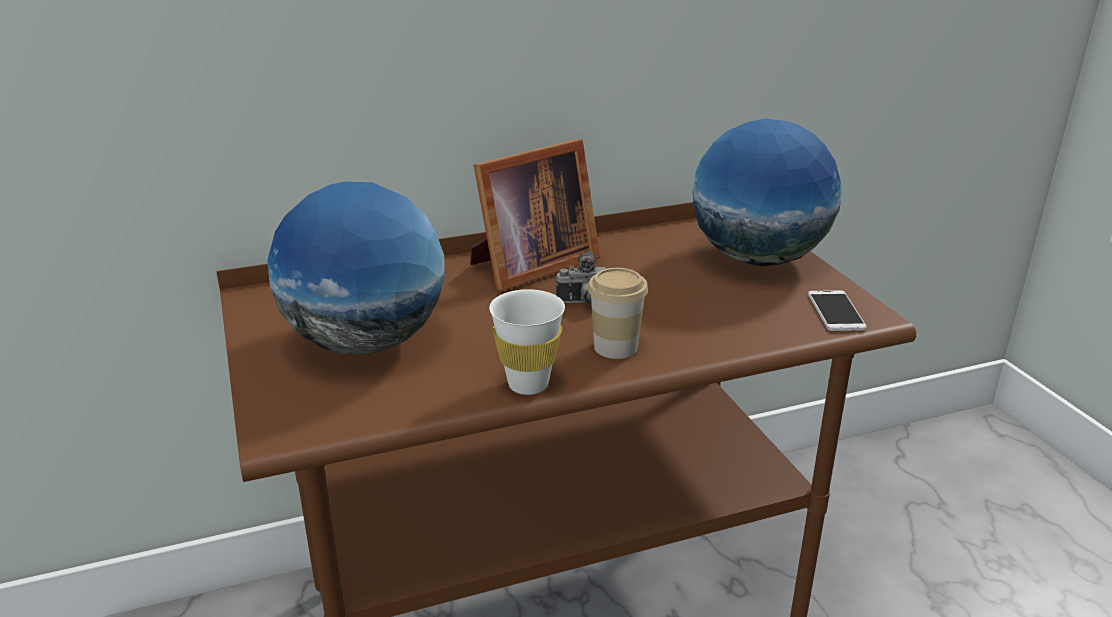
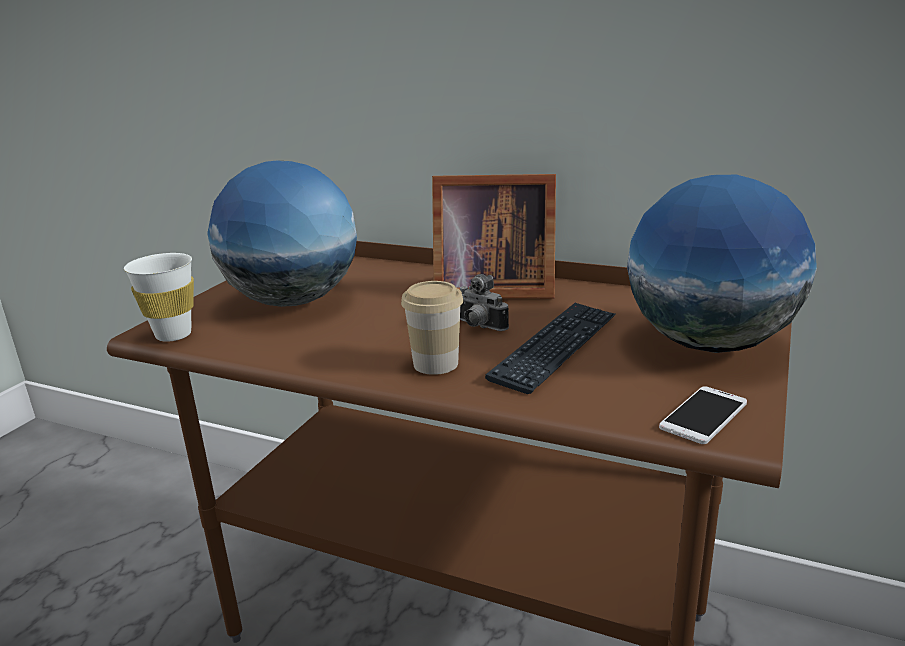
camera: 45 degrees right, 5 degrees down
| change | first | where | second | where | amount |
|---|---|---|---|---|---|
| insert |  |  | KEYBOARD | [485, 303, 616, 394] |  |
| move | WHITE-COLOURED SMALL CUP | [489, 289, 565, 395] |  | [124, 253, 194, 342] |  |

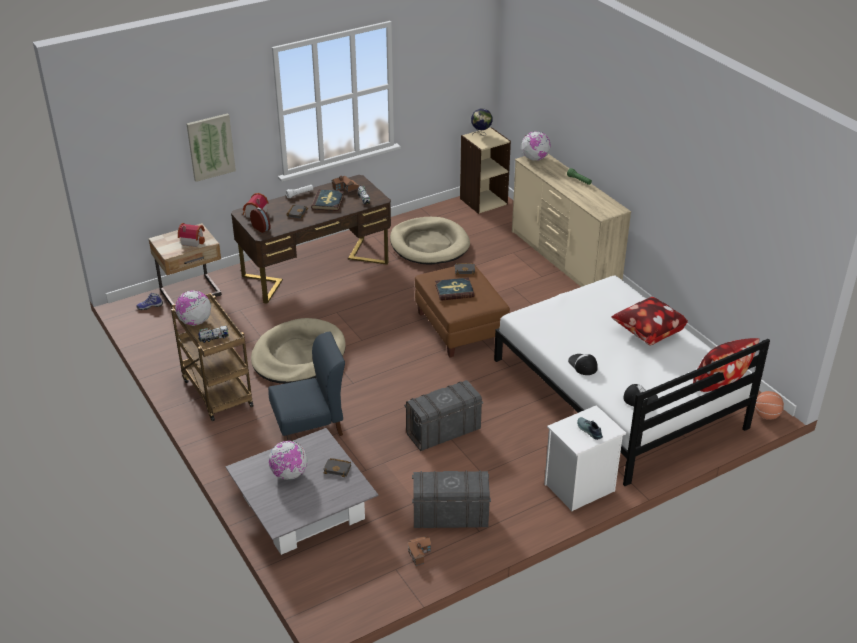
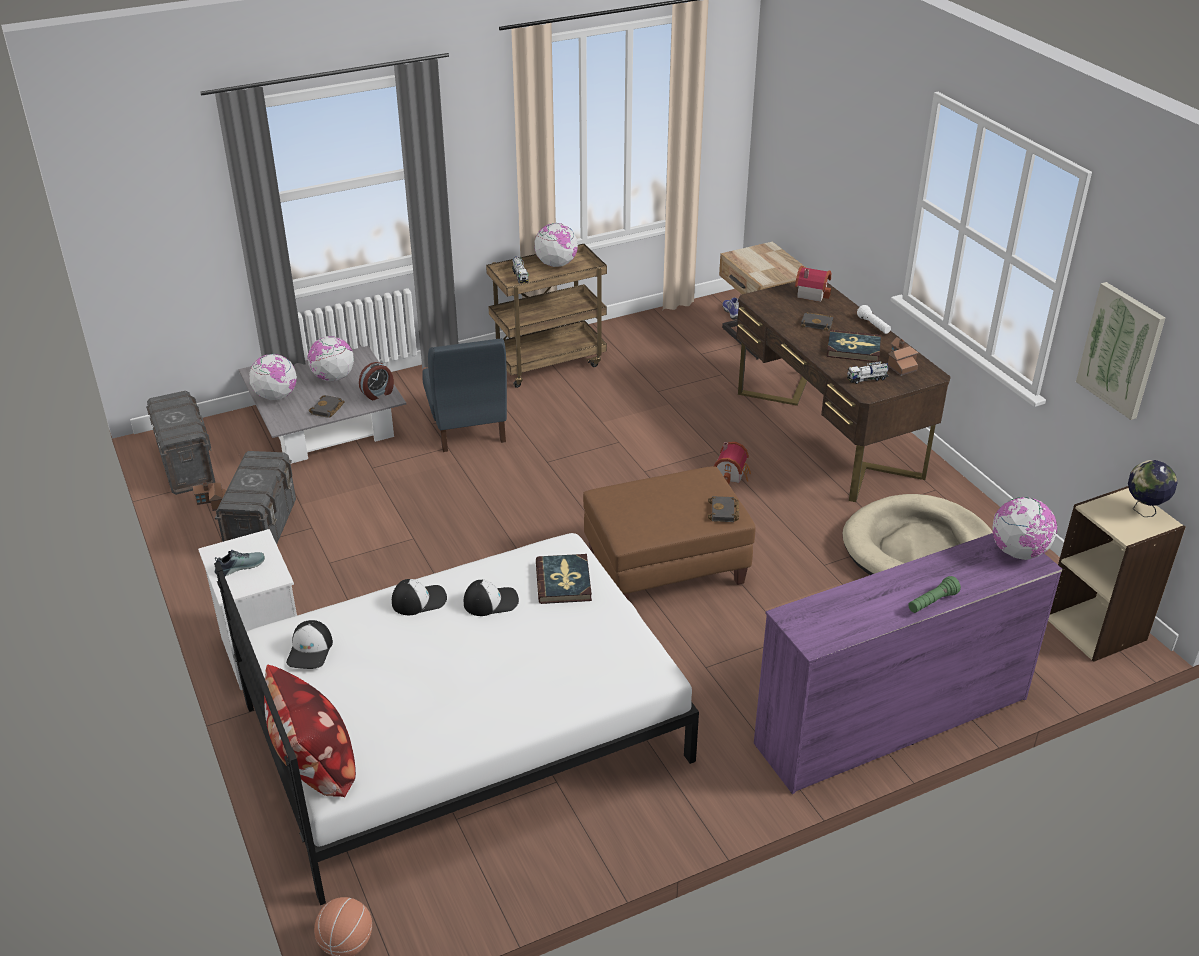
camera: 95 degrees right, 0 degrees up
| change | first | where | second | where | amount |
|---|---|---|---|---|---|
| delete | BEIGE-COLOURED DOG CUSHION | [251, 318, 346, 384] |  |  |  |
| delete | THROW PILLOW | [611, 297, 688, 346] |  |  |  |
| insert |  |  | WORLD GLOBE | [249, 354, 297, 400] |  |
| insert |  |  | BASEBALL CAP | [464, 580, 519, 616] |  |
| move | TOY HOUSE | [178, 223, 205, 247] |  | [714, 442, 751, 484] |  |
| move | WALL ART | [187, 113, 236, 182] |  | [1076, 282, 1165, 420] |  |
| move | ALARM CLOCK | [250, 207, 271, 233] |  | [359, 362, 394, 400] |  |
| move | GREY STORAGE BIN | [404, 380, 484, 451] |  | [146, 391, 215, 495] |  |
| move | BOUND BOOK | [435, 277, 474, 301] |  | [536, 554, 592, 604] |  |
| recolor | BEIGE-COLOURED DRESSER | [512, 154, 631, 287] | PURPLE-COLOURED DRESSER | [754, 533, 1062, 794] |  |

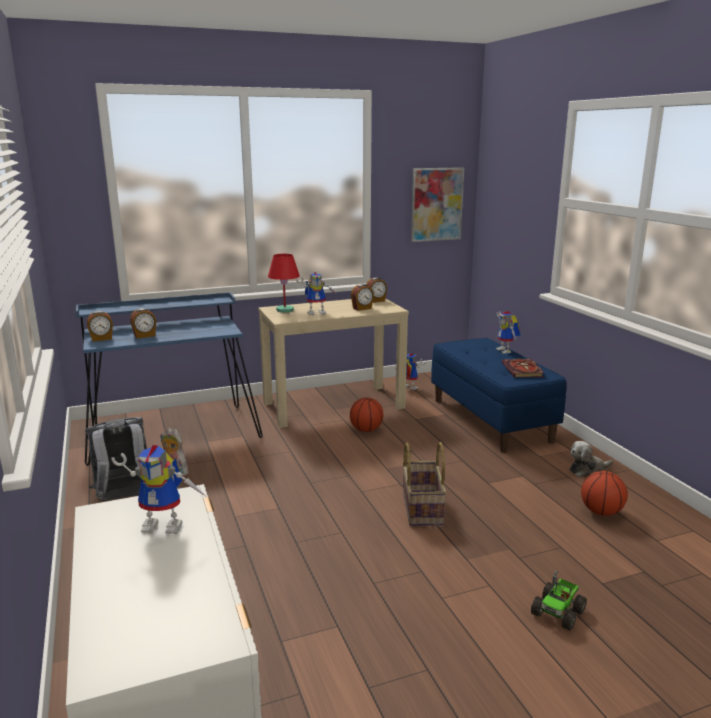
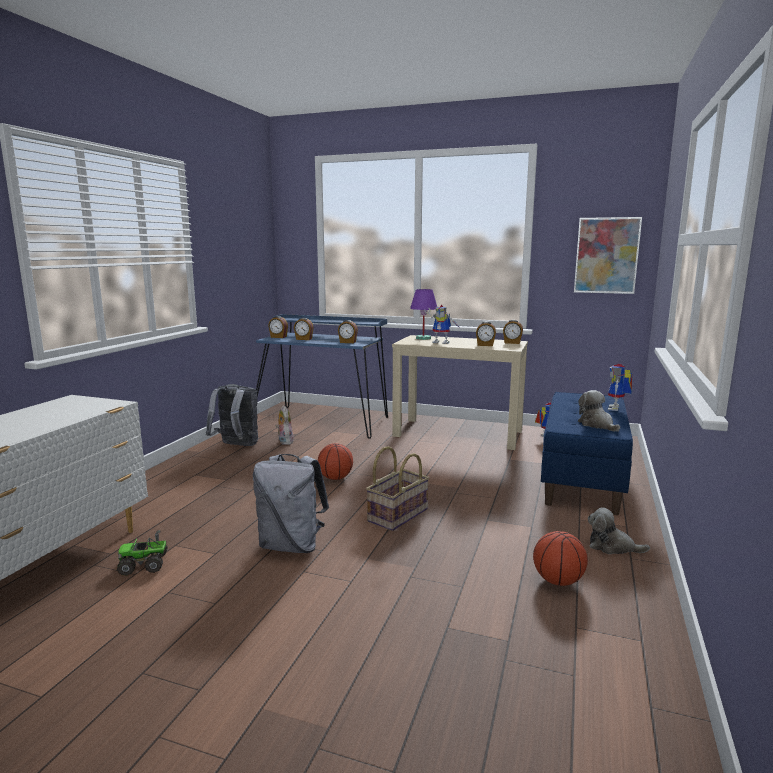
camera: 40 degrees right, 5 degrees down
| change | first | where | second | where | amount |
|---|---|---|---|---|---|
| delete | TOY ROBOT | [111, 445, 207, 534] |  |  |  |
| insert |  |  | GREY RUCKSACK | [253, 454, 329, 553] |  |
| insert |  |  | ALARM CLOCK | [338, 320, 358, 343] |  |
| move | BASKETBALL BALL | [350, 397, 383, 432] |  | [318, 443, 353, 480] |  |
| move | TOY LORRY | [531, 570, 587, 631] |  | [117, 530, 168, 576] |  |
| replace | BOUND BOOK | [502, 359, 544, 377] | PLUSH TOY | [578, 390, 620, 432] |  |
| recolor | RED-COLOURED TABLE LAMP | [268, 254, 300, 313] | PURPLE-COLOURED TABLE LAMP | [410, 289, 437, 340] |  |

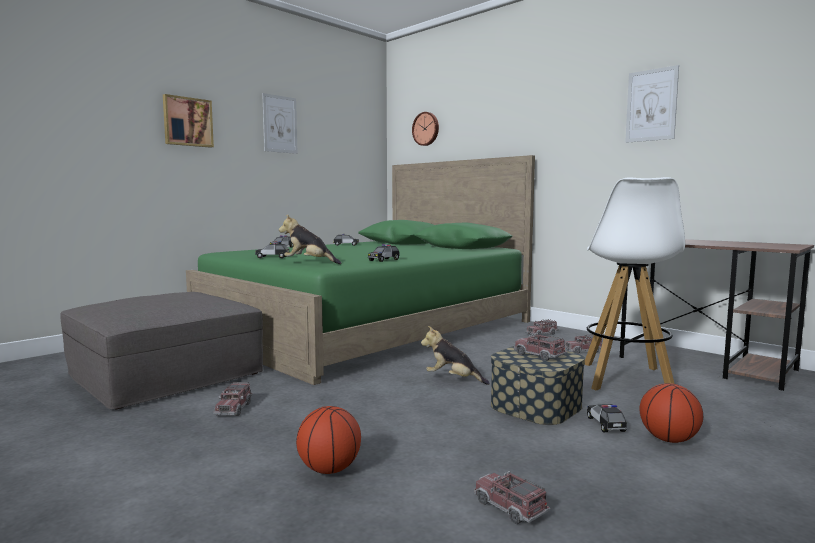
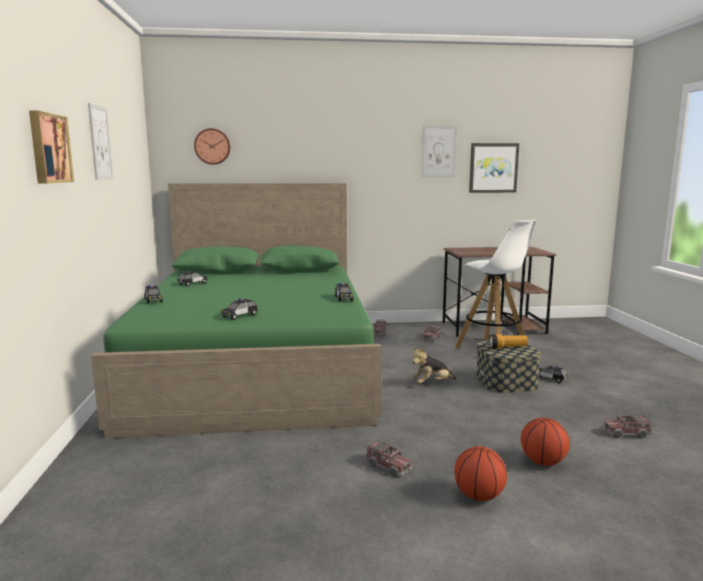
camera: 50 degrees left, 5 degrees up
| change | first | where | second | where | amount |
|---|---|---|---|---|---|
| delete | GREY OTTOMAN | [60, 292, 263, 410] |  |  |  |
| delete | PLUSH TOY | [279, 215, 341, 264] |  |  |  |
| insert |  |  | WALL ART | [469, 143, 519, 193] |  |
| move | BASKETBALL BALL | [640, 383, 703, 443] |  | [454, 446, 507, 501] |  |
| replace | TOY LORRY | [514, 333, 567, 361] | TORCH | [489, 334, 528, 348] |  |

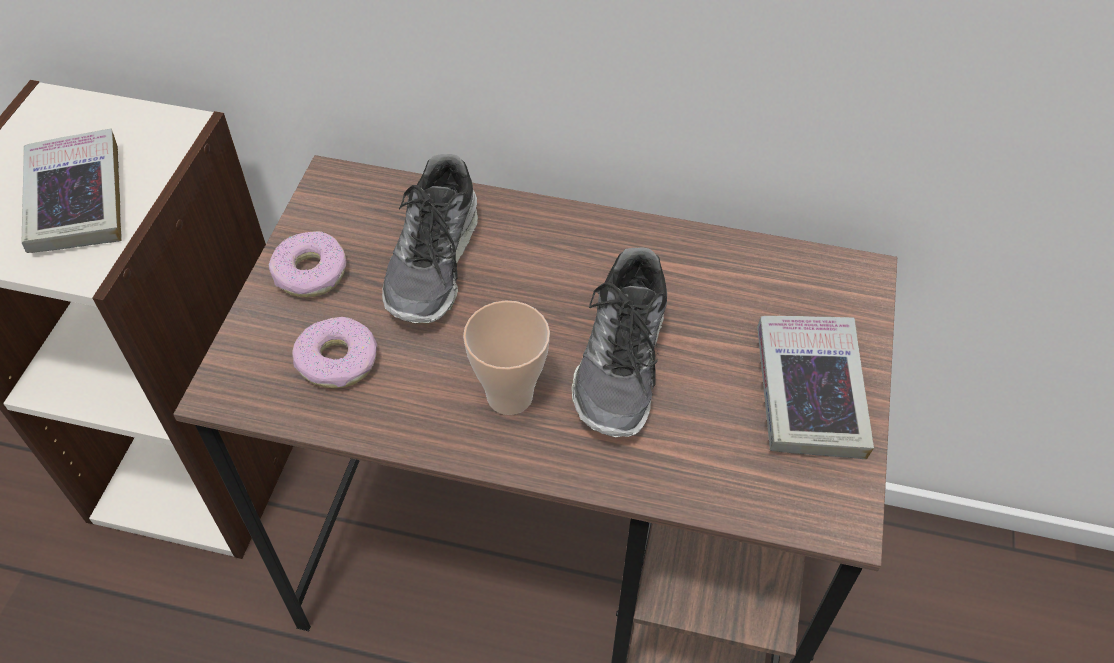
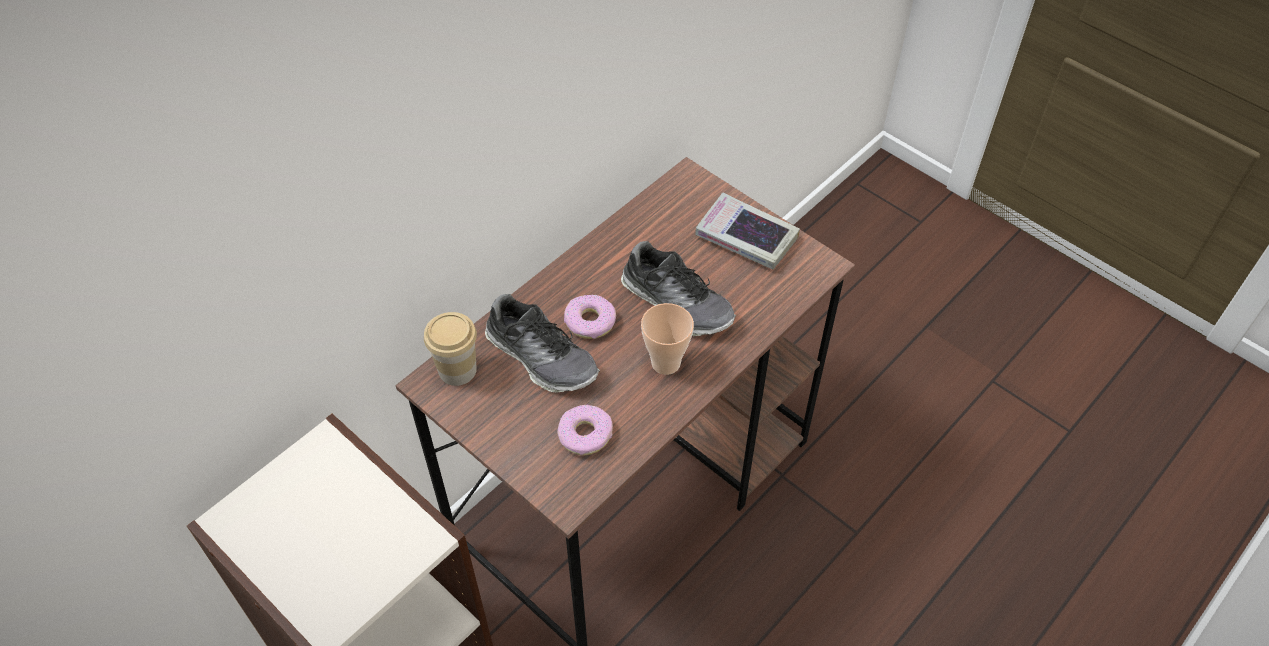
camera: 60 degrees left, 0 degrees up
| change | first | where | second | where | amount |
|---|---|---|---|---|---|
| delete | BOUND BOOK | [22, 129, 122, 253] |  |  |  |
| insert |  |  | SMALL CUP | [424, 312, 477, 386] |  |
| move | RING DOUGHNUT | [269, 231, 346, 297] |  | [564, 294, 616, 339] |  |

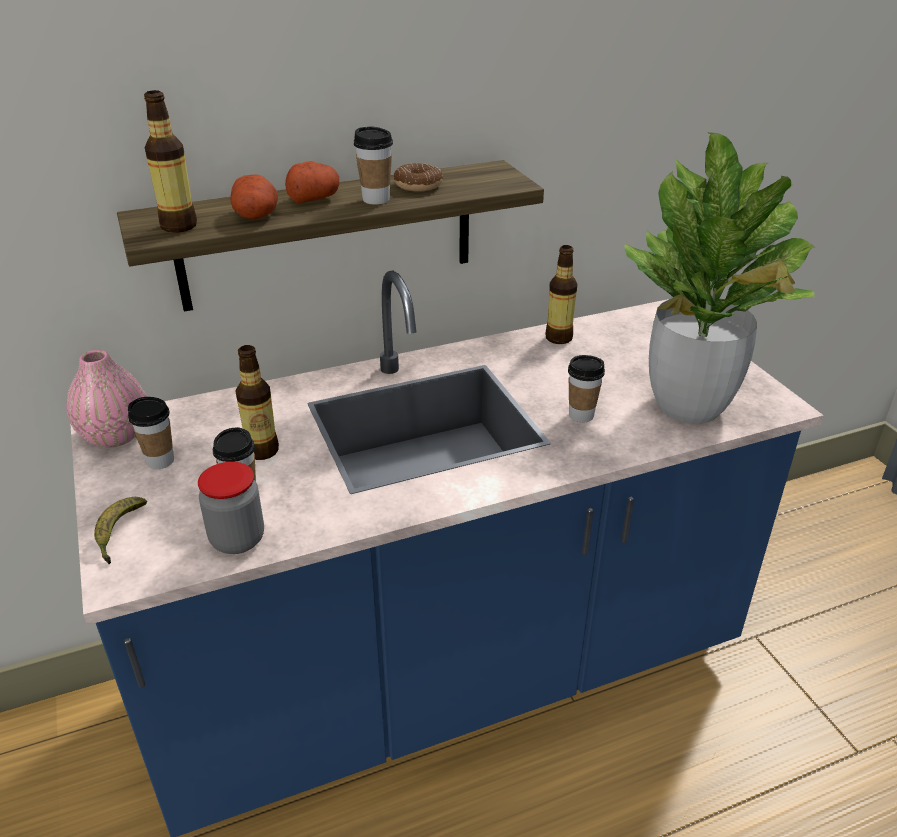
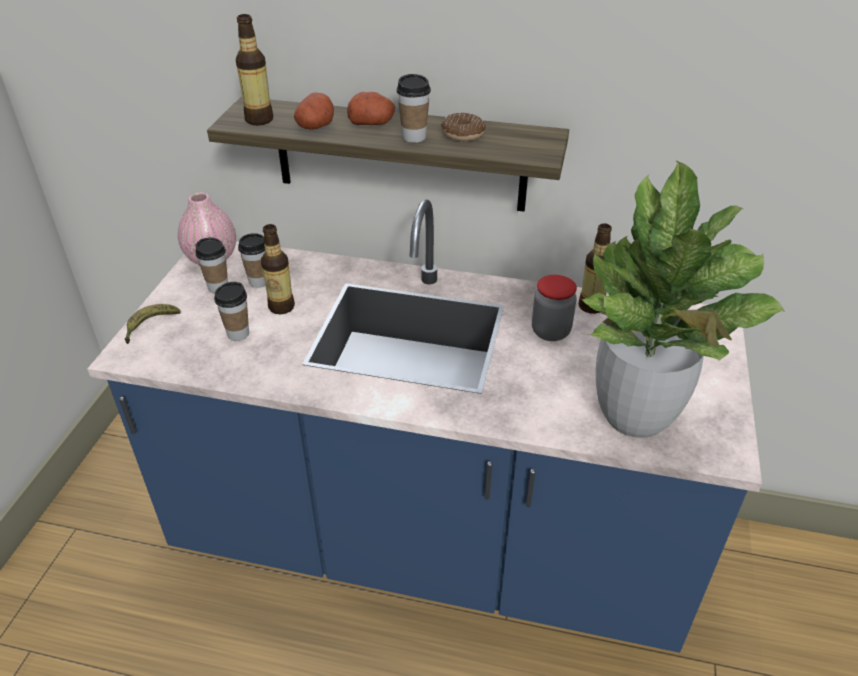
camera: 35 degrees right, 5 degrees up
| change | first | where | second | where | amount |
|---|---|---|---|---|---|
| move | PRESERVE JAR | [198, 462, 264, 554] |  | [532, 275, 577, 341] |  |
| move | SMALL CUP | [568, 355, 605, 423] |  | [238, 233, 265, 288] |  |

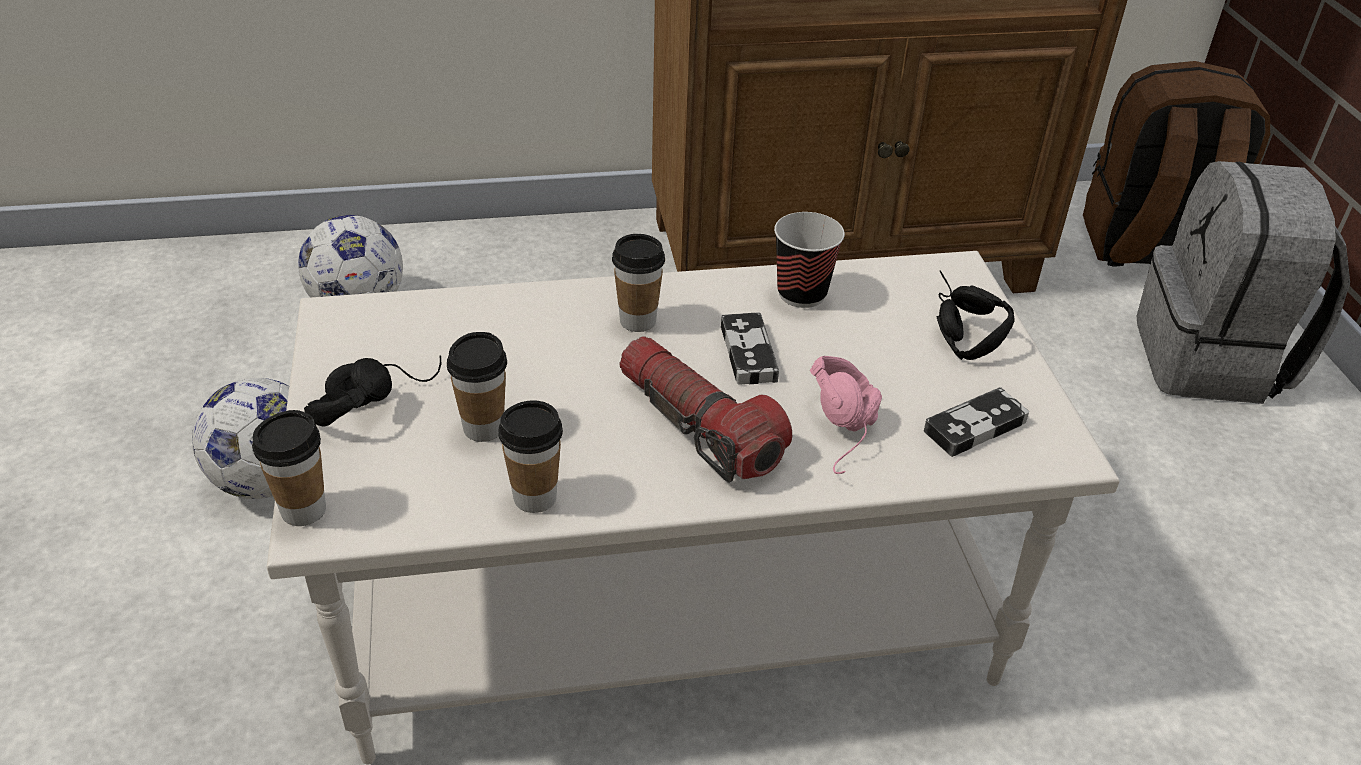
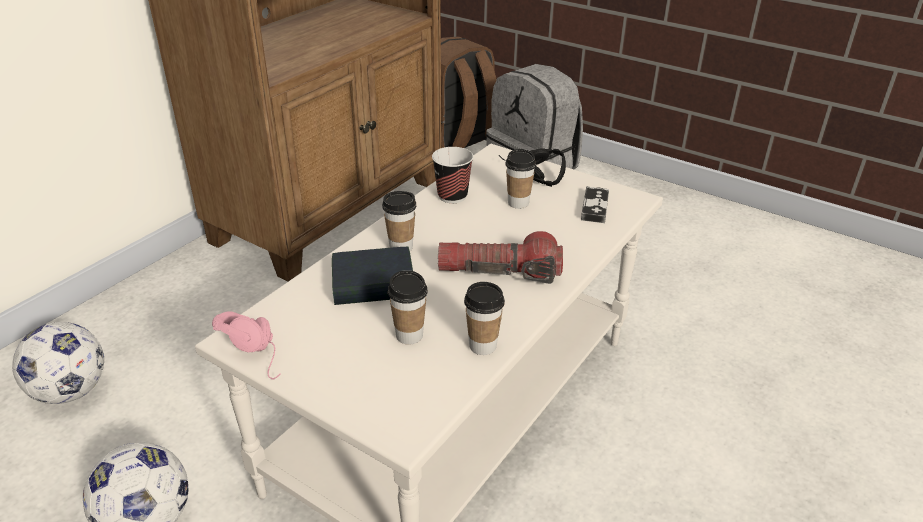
camera: 45 degrees left, 5 degrees down
| change | first | where | second | where | amount |
|---|---|---|---|---|---|
| delete | BLACK-COLOURED HEADPHONES | [304, 355, 441, 427] |  |  |  |
| delete | GAME CONTROLLER | [721, 312, 779, 385] |  |  |  |
| insert |  |  | BOUND BOOK | [332, 247, 413, 305] |  |
| move | SMALL CUP | [252, 410, 326, 526] |  | [505, 149, 536, 209] |  |
| move | PINKISH HEADPHONES | [810, 356, 882, 474] |  | [212, 311, 281, 380] |  |

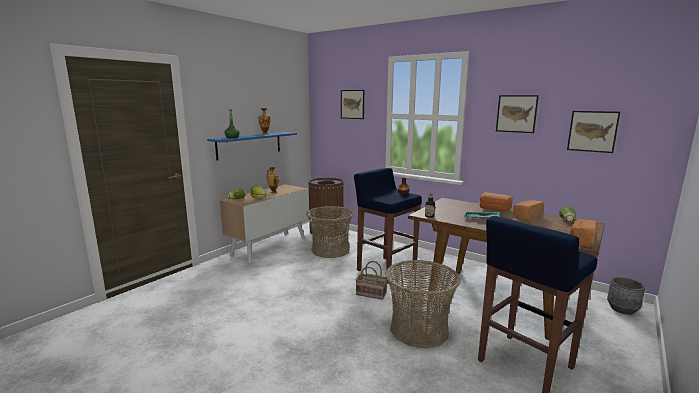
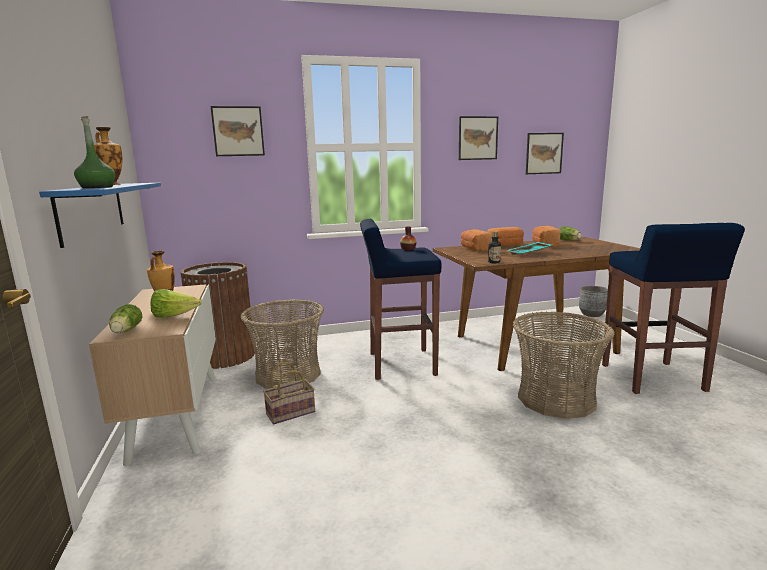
camera: 50 degrees left, 0 degrees up
| change | first | where | second | where | amount |
|---|---|---|---|---|---|
| move | HOUSEHOLD BASKET | [356, 261, 387, 300] |  | [263, 362, 315, 425] |  |
| move | BAKERY BREAD | [570, 219, 597, 248] |  | [461, 229, 492, 251] |  |

